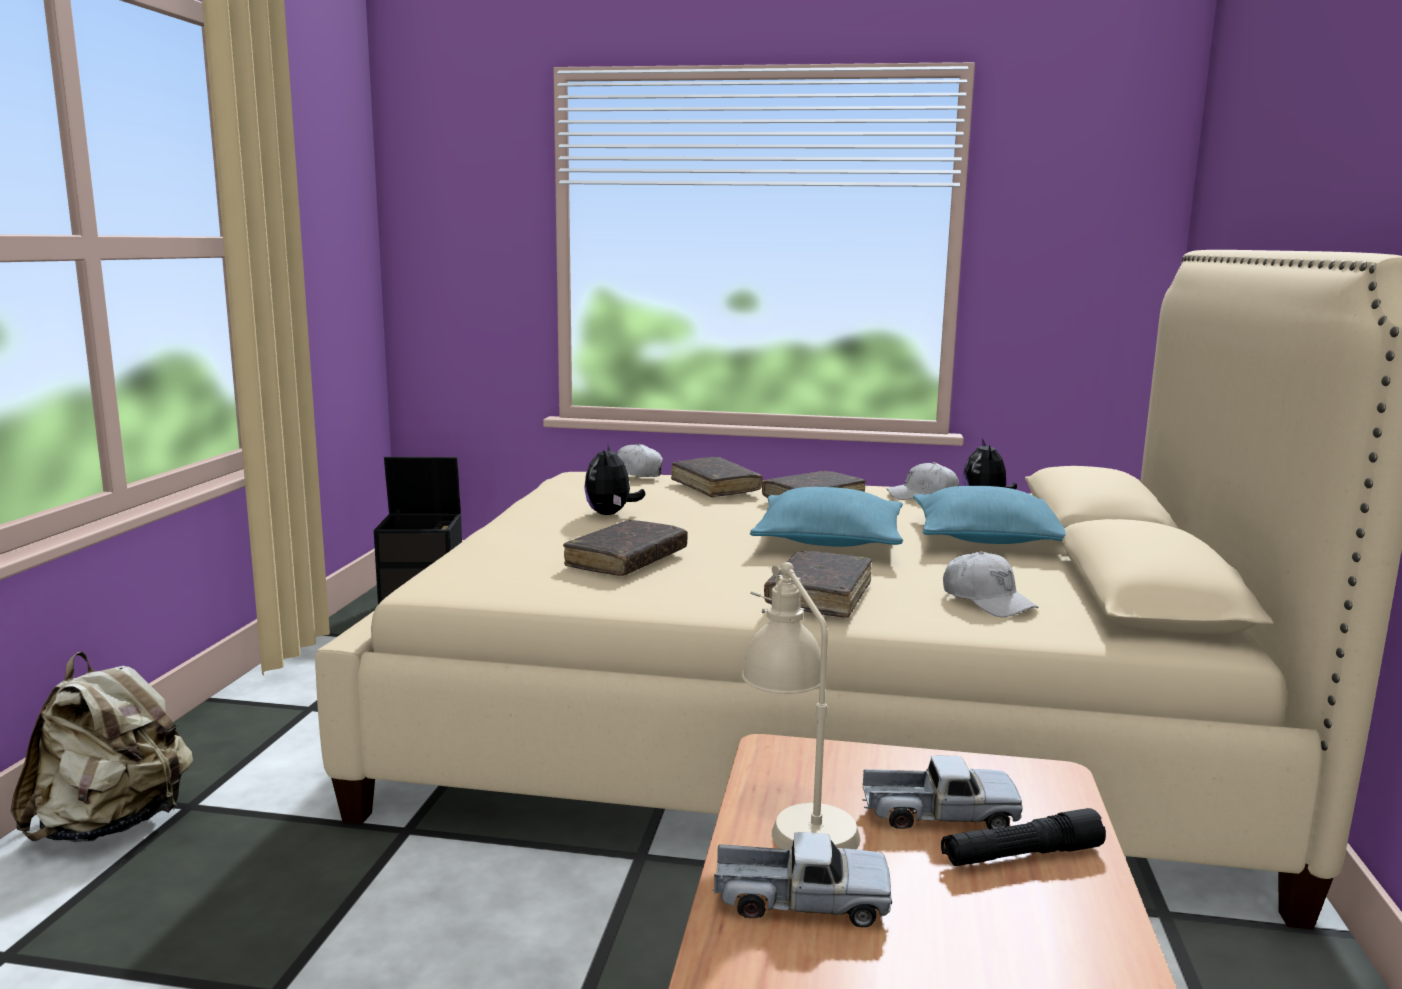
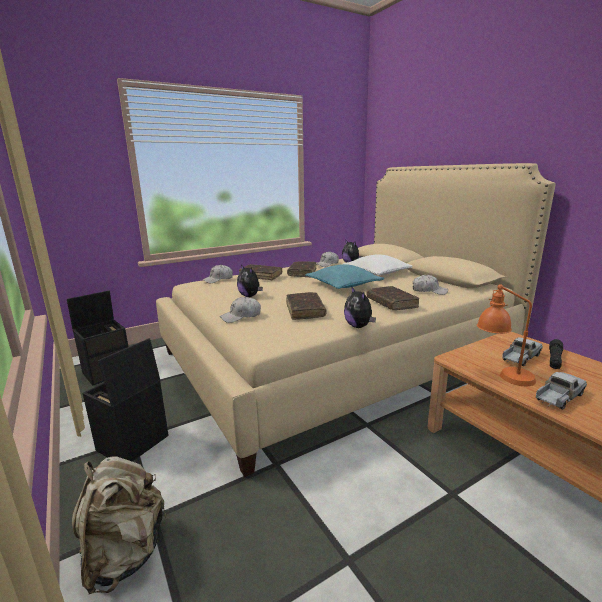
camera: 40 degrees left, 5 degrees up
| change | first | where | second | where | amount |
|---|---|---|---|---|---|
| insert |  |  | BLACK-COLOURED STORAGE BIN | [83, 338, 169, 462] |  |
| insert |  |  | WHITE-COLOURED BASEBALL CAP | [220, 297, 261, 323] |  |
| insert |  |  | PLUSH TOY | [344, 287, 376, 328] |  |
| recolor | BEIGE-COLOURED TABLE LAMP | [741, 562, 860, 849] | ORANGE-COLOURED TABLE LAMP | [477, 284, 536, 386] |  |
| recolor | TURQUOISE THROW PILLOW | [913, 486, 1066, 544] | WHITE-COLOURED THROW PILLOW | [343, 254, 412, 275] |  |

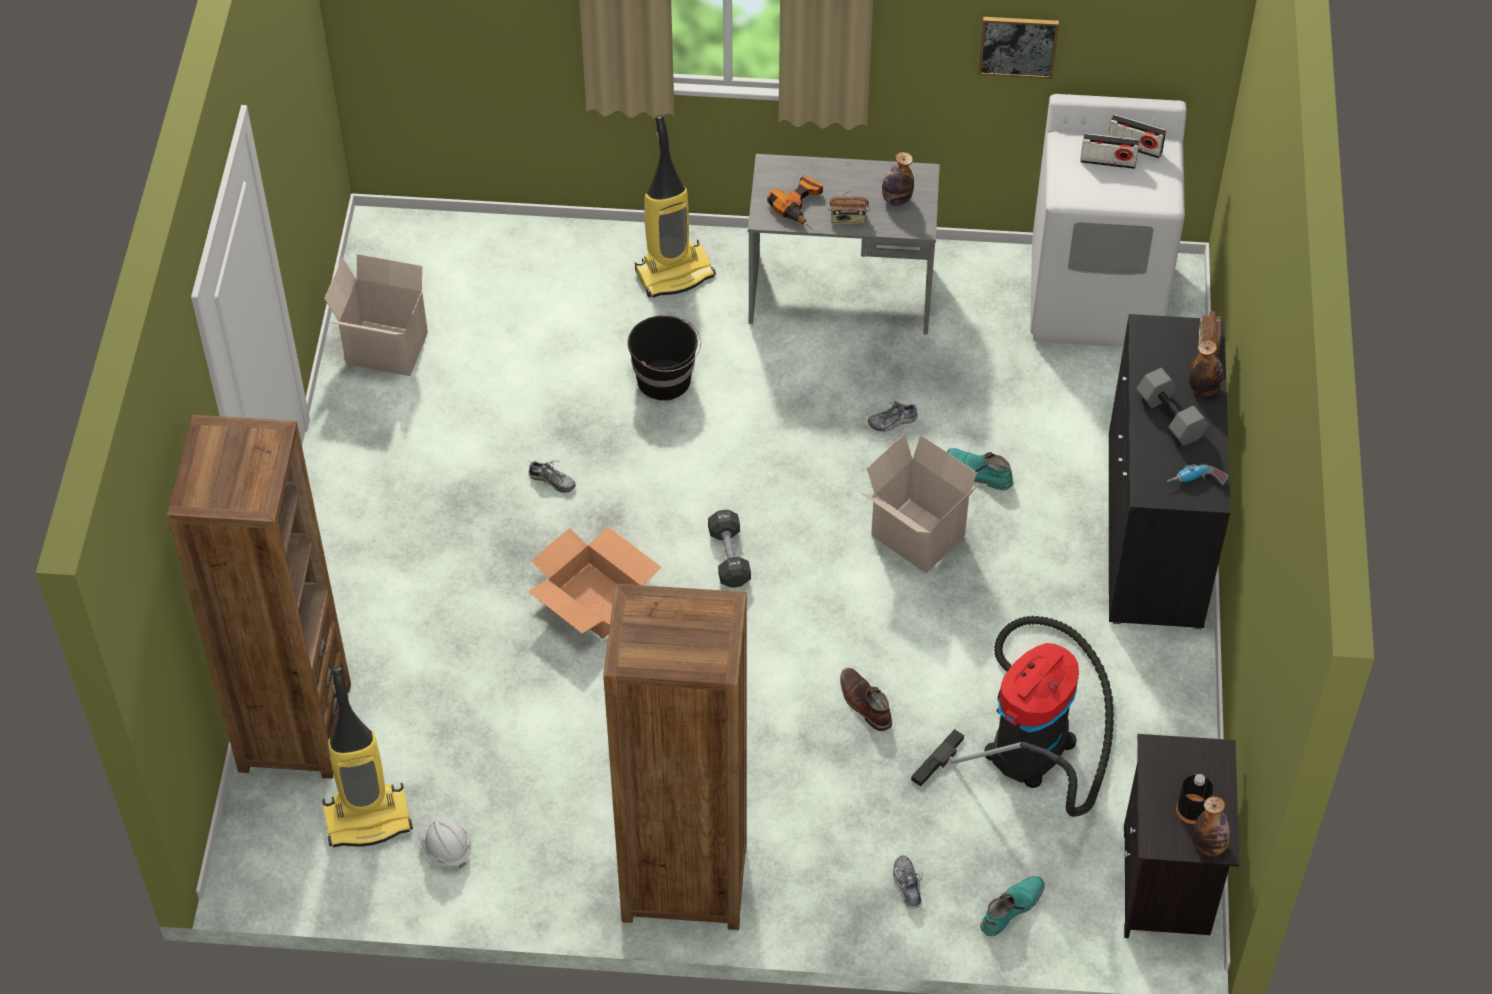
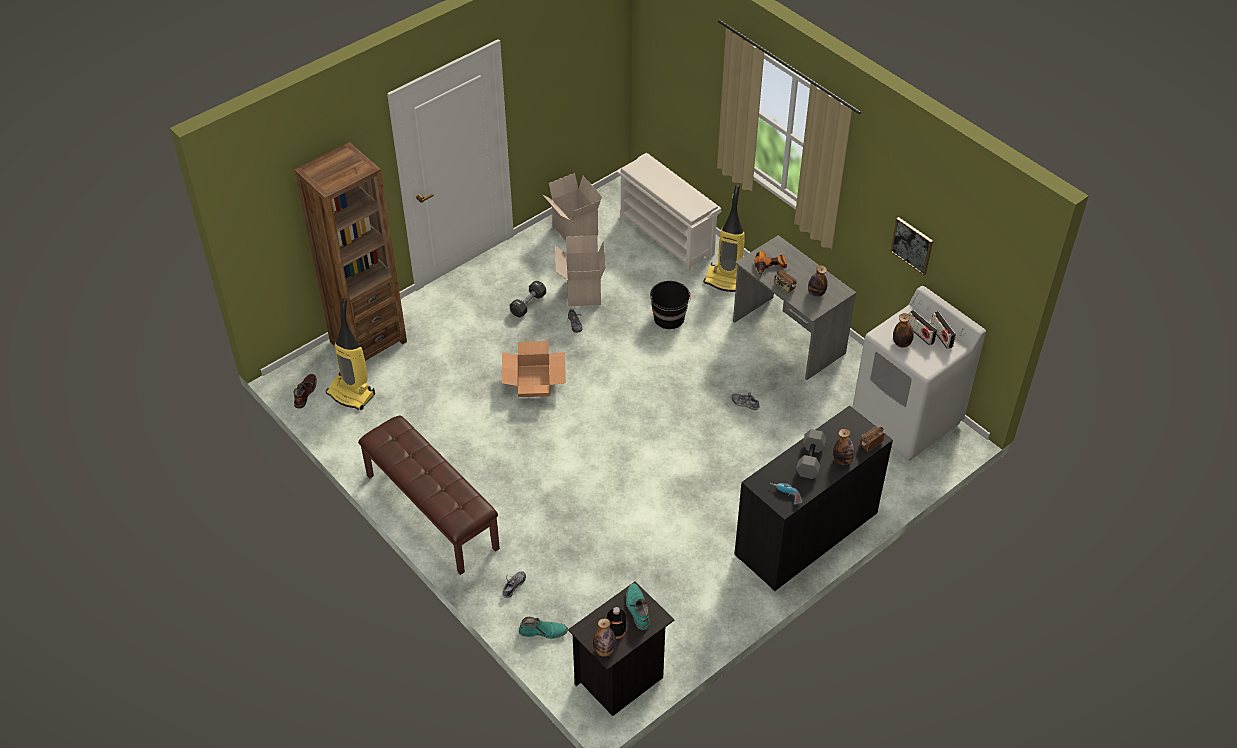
camera: 45 degrees right, 5 degrees down
| change | first | where | second | where | amount |
|---|---|---|---|---|---|
| delete | WHITE-COLOURED WORK HELMET | [419, 817, 471, 869] |  |  |  |
| delete | HOOVER | [911, 616, 1114, 817] |  |  |  |
| insert |  |  | WHITE-COLOURED SHOE STAND | [617, 153, 721, 271] |  |
| insert |  |  | DRINK BOTTLE | [893, 313, 914, 348] |  |
| move | BLACK-COLOURED DUMBBELL | [708, 510, 751, 588] |  | [510, 281, 546, 318] |  |
| move | BROWN HIGH-TOP BOOT | [840, 668, 892, 731] |  | [294, 374, 317, 409] |  |
| move | CARDBOARD BOX | [862, 433, 979, 573] |  | [555, 235, 606, 306] |  |
| move | TURQUOISE HIGH-TOP BOOT | [947, 448, 1013, 490] |  | [626, 583, 650, 630] |  |
| replace | BROWN BOOKCASE | [603, 584, 747, 930] | BROWN LONG SEAT | [358, 415, 500, 575] |  |

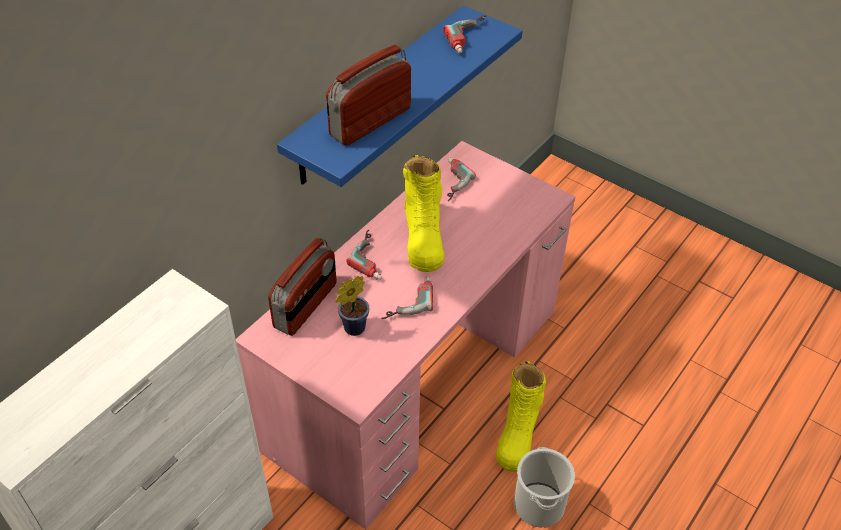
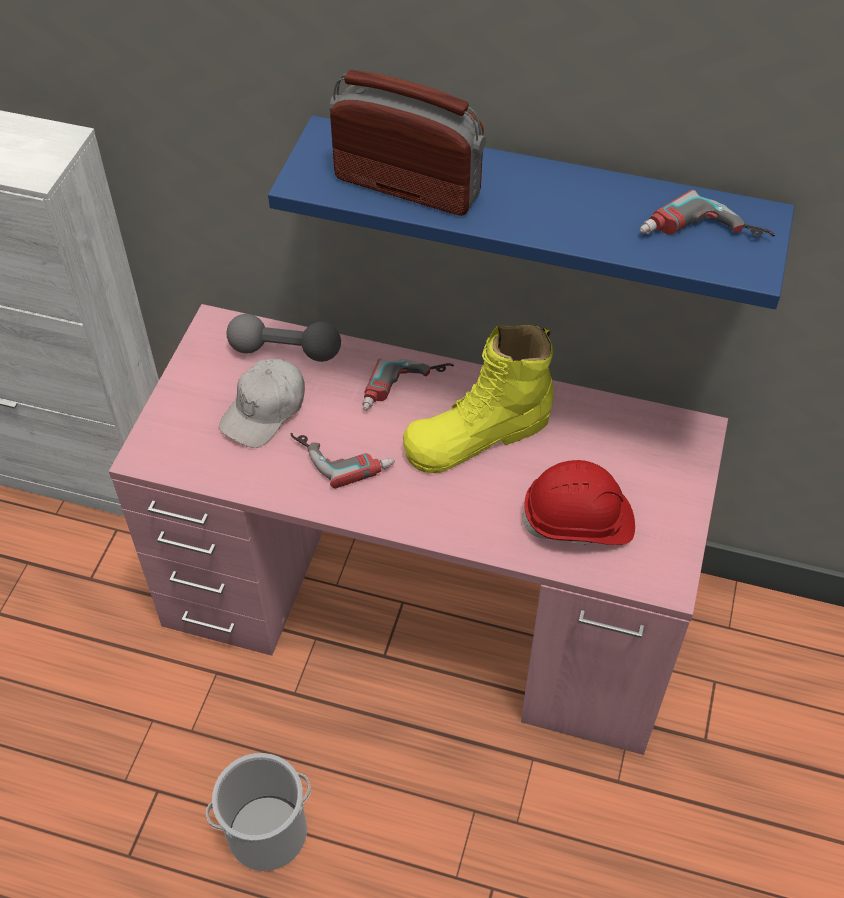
camera: 70 degrees right, 5 degrees up
| change | first | where | second | where | amount |
|---|---|---|---|---|---|
| delete | POWER DRILL | [447, 157, 476, 201] |  |  |  |
| delete | YELLOWISH HIGH-TOP BOOT | [496, 361, 546, 472] |  |  |  |
| insert |  |  | RED-COLOURED WORK HELMET | [521, 460, 635, 545] |  |
| replace | RADIO RECEIVER | [268, 238, 337, 336] | GREY DUMBBELL | [226, 314, 341, 362] |  |
| replace | HOUSEPLANT | [335, 276, 369, 336] | WHITE-COLOURED BASEBALL CAP | [219, 359, 305, 448] |  |

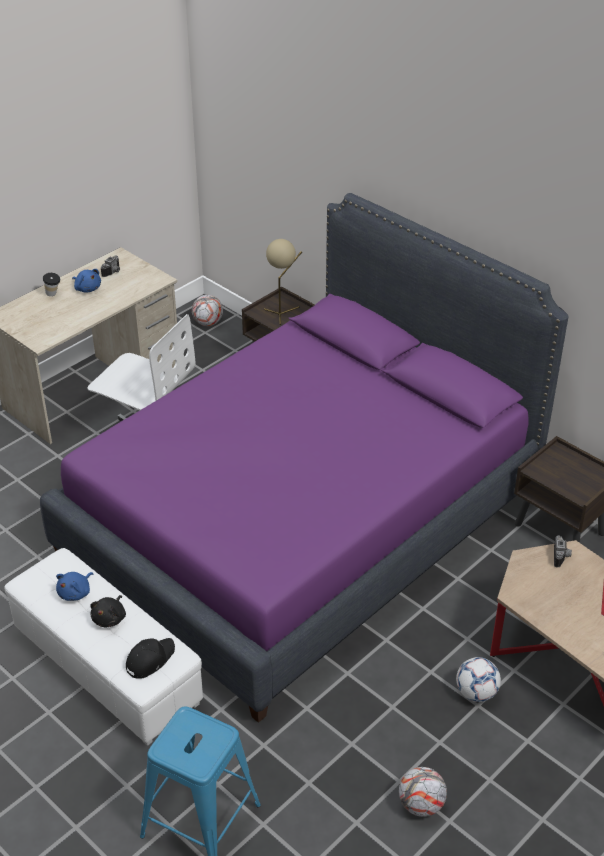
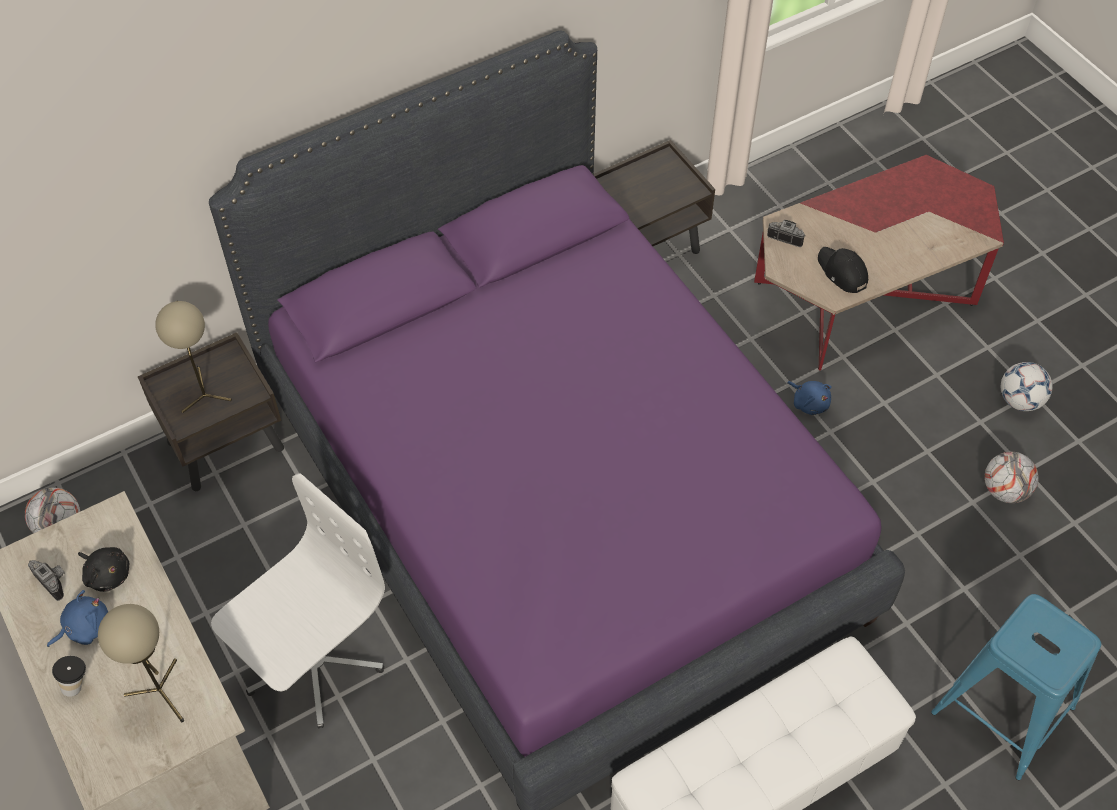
camera: 75 degrees left, 15 degrees up
| change | first | where | second | where | amount |
|---|---|---|---|---|---|
| insert |  |  | BEIGE-COLOURED TABLE LAMP | [98, 604, 184, 722] |  |
| move | BLUE-COLOURED PLUSH TOY | [56, 572, 93, 601] |  | [787, 381, 832, 415] |  |
| move | BLACK-COLOURED PLUSH TOY | [90, 595, 126, 627] |  | [78, 547, 129, 592] |  |
| move | BLACK-COLOURED BASEBALL CAP | [126, 638, 175, 679] |  | [818, 247, 868, 293] |  |
| move | FOOTBALL | [456, 657, 501, 702] |  | [1001, 362, 1052, 411] |  |

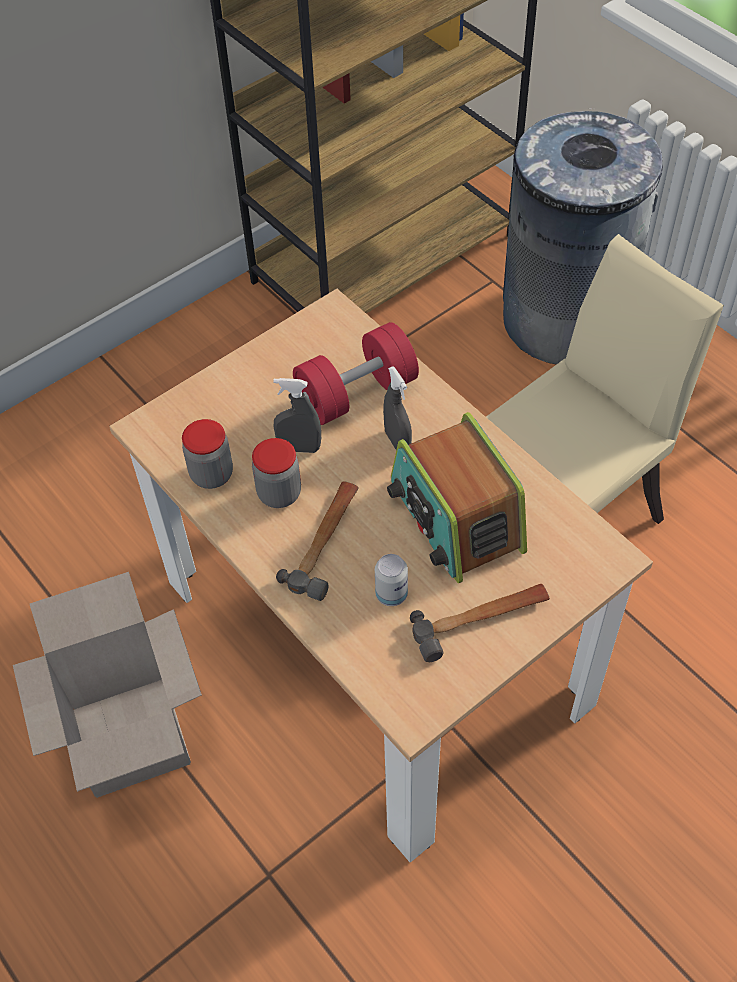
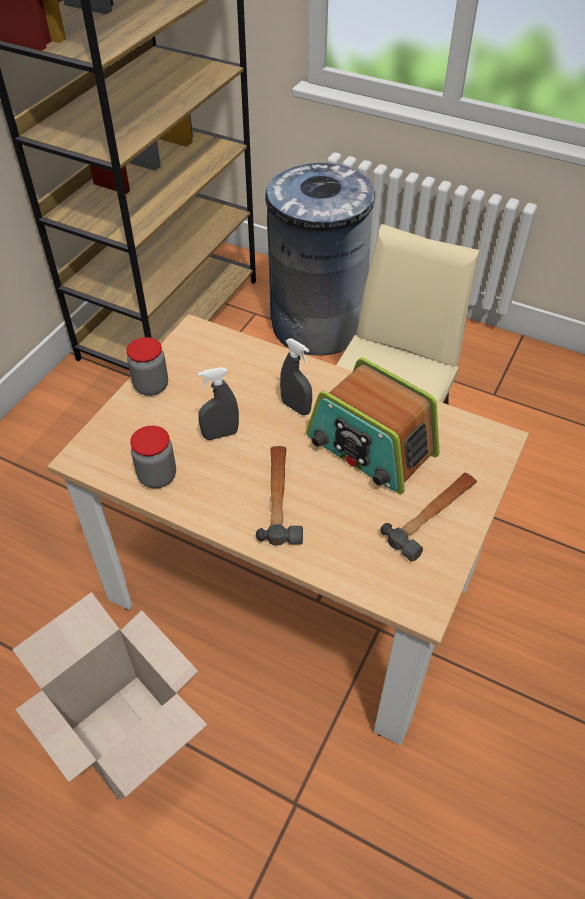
camera: 25 degrees left, 5 degrees down
| change | first | where | second | where | amount |
|---|---|---|---|---|---|
| delete | RED-COLOURED DUMBBELL | [293, 322, 419, 425] |  |  |  |
| delete | SEALED CAN | [375, 554, 408, 606] |  |  |  |
| move | PRESERVE JAR | [252, 438, 301, 508] |  | [127, 337, 168, 396] |  |

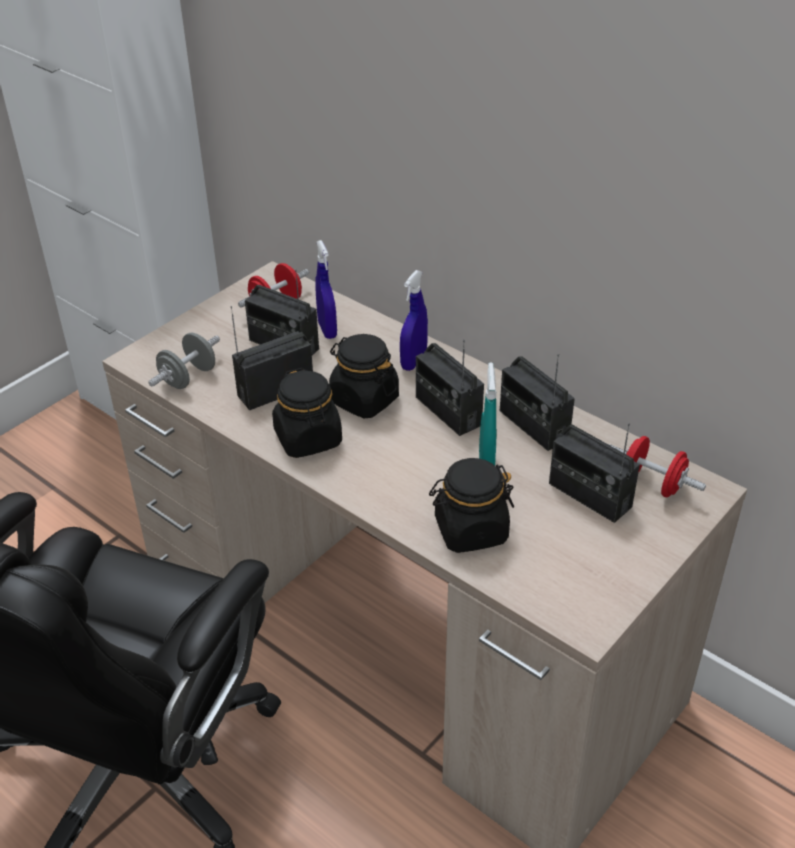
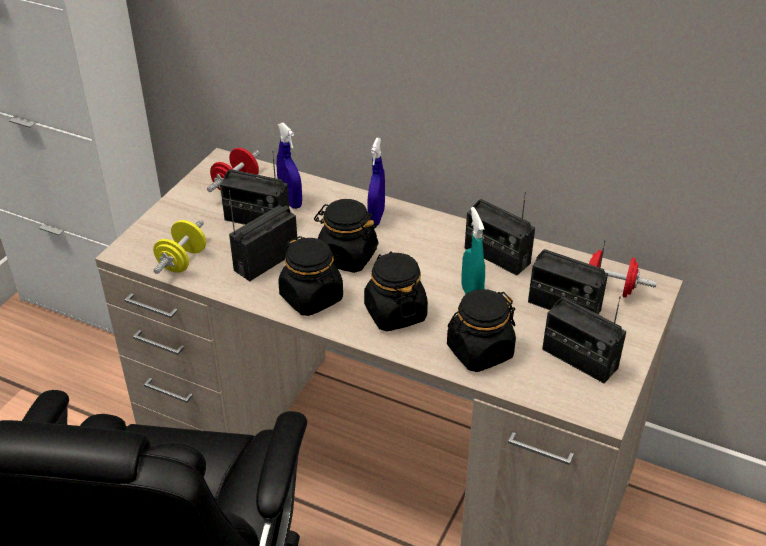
camera: 15 degrees left, 0 degrees up
| change | first | where | second | where | amount |
|---|---|---|---|---|---|
| insert |  |  | BLACK-COLOURED PRESERVE JAR | [364, 251, 428, 331] |  |
| move | RADIO RECEIVER | [416, 340, 484, 436] |  | [542, 296, 626, 383] |  |
| recolor | GREY DUMBBELL | [148, 333, 220, 389] | YELLOWISH DUMBBELL | [153, 220, 206, 274] |  |

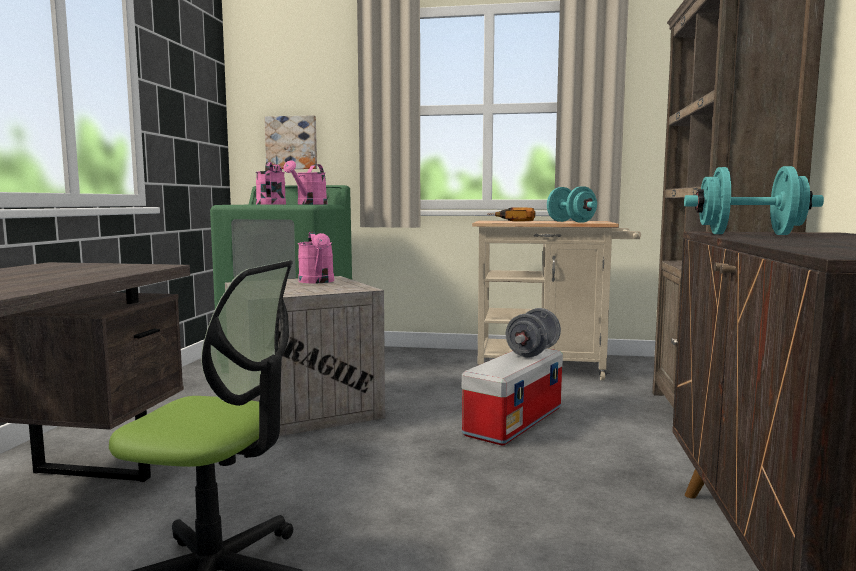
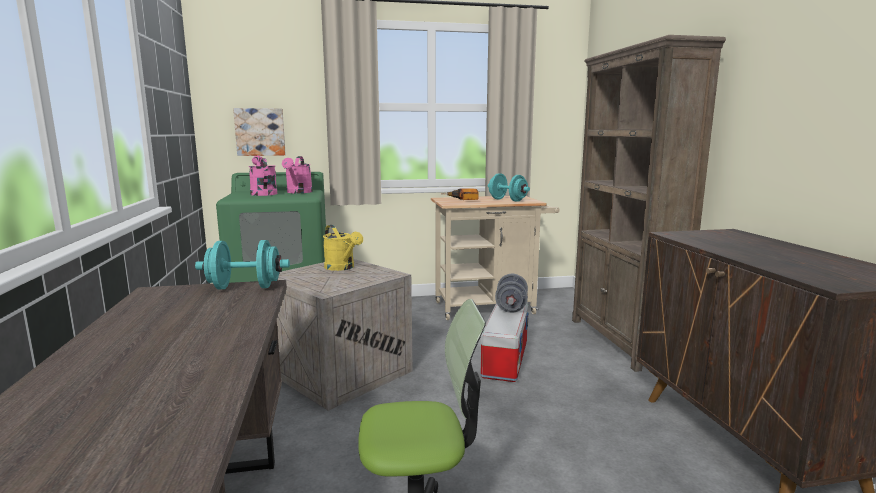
camera: 20 degrees left, 5 degrees up
| change | first | where | second | where | amount |
|---|---|---|---|---|---|
| move | TURQUOISE DUMBBELL | [684, 166, 824, 235] |  | [195, 240, 290, 289] |  |
| recolor | PINKISH WATERING CAN | [298, 231, 334, 283] | YELLOWISH WATERING CAN | [323, 225, 363, 271] |  |

